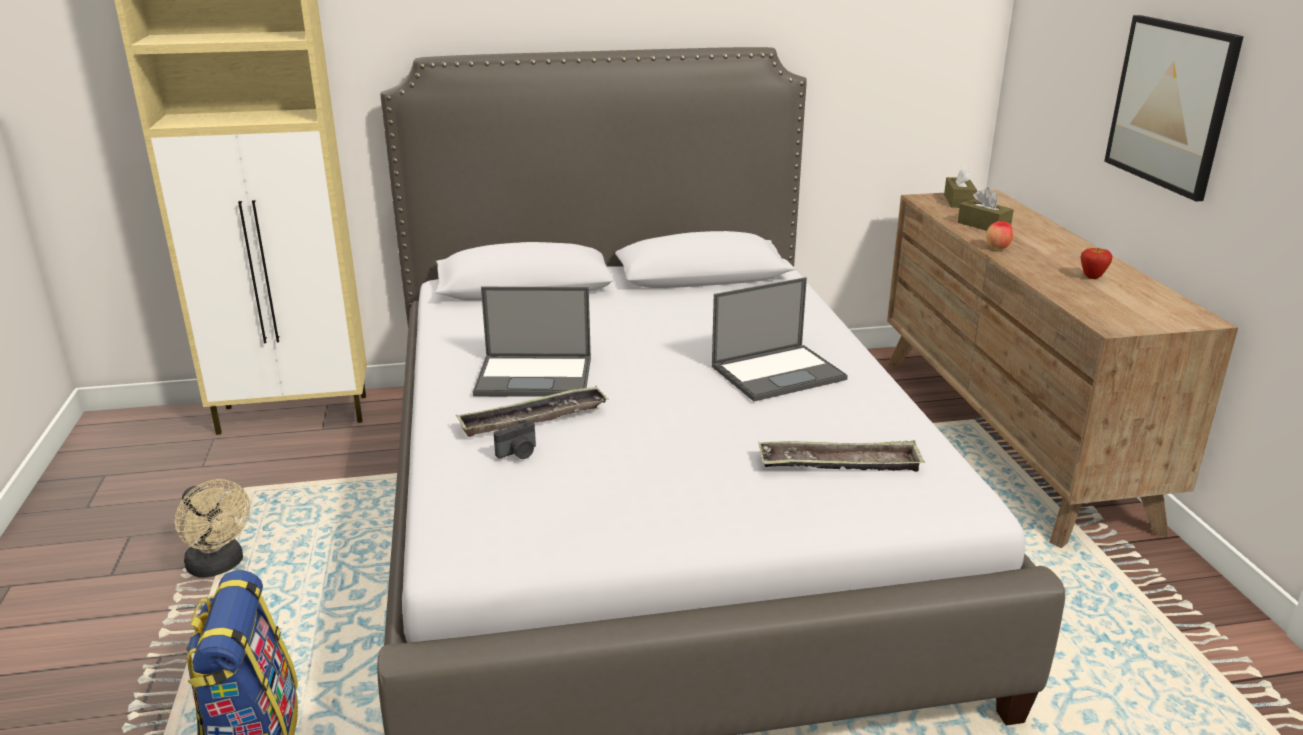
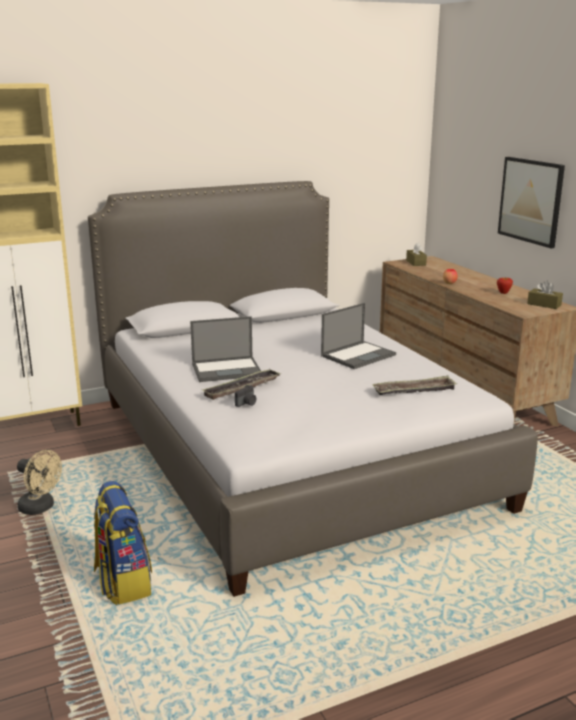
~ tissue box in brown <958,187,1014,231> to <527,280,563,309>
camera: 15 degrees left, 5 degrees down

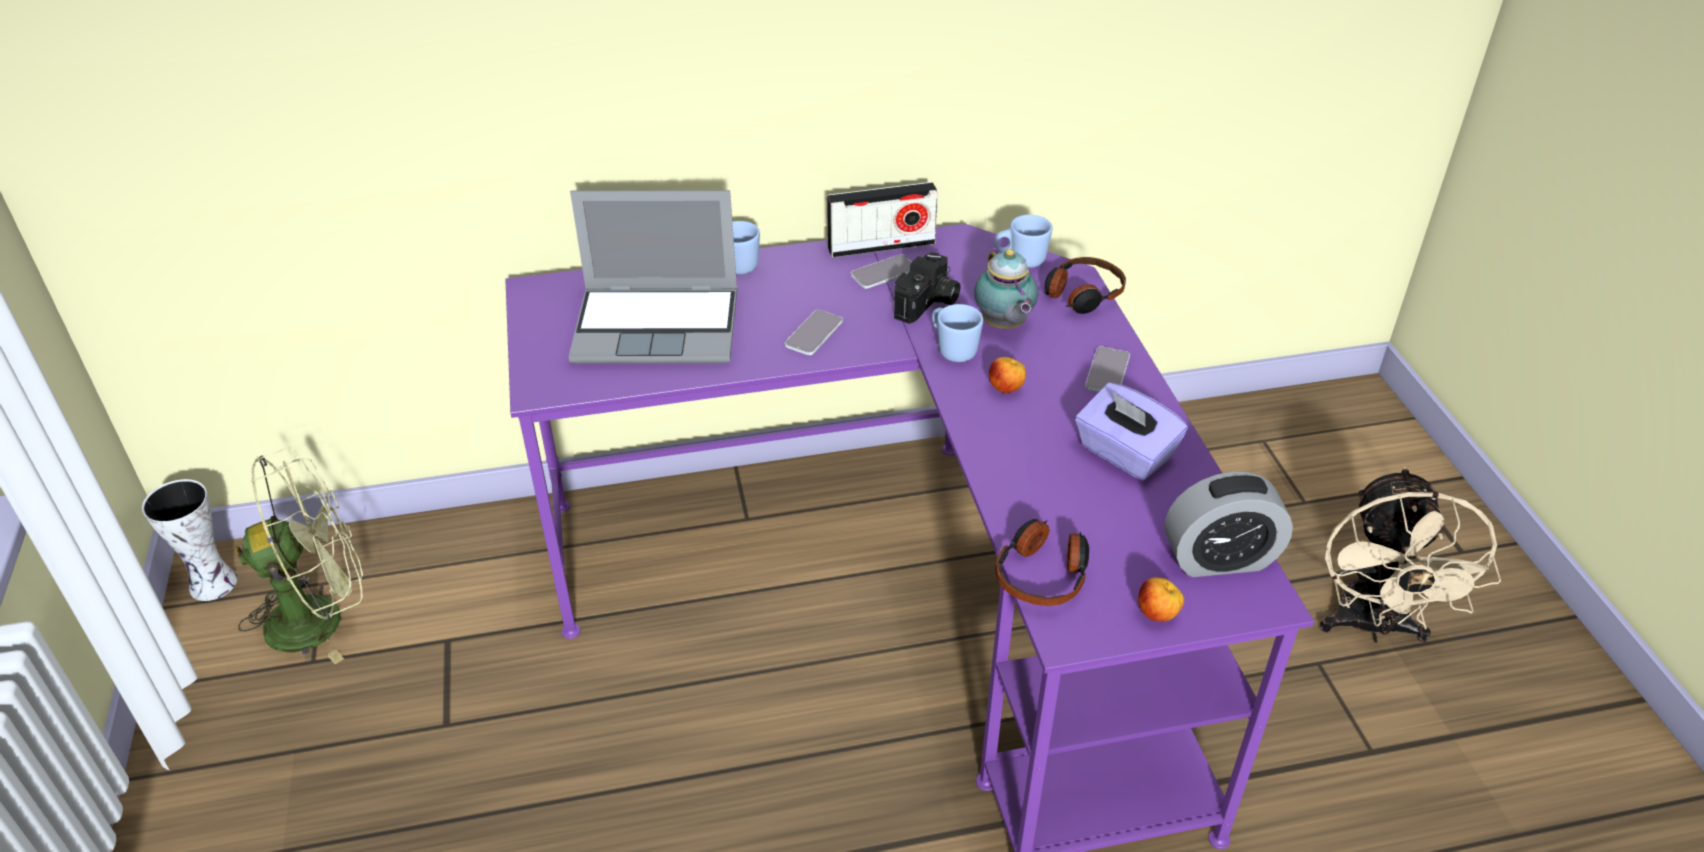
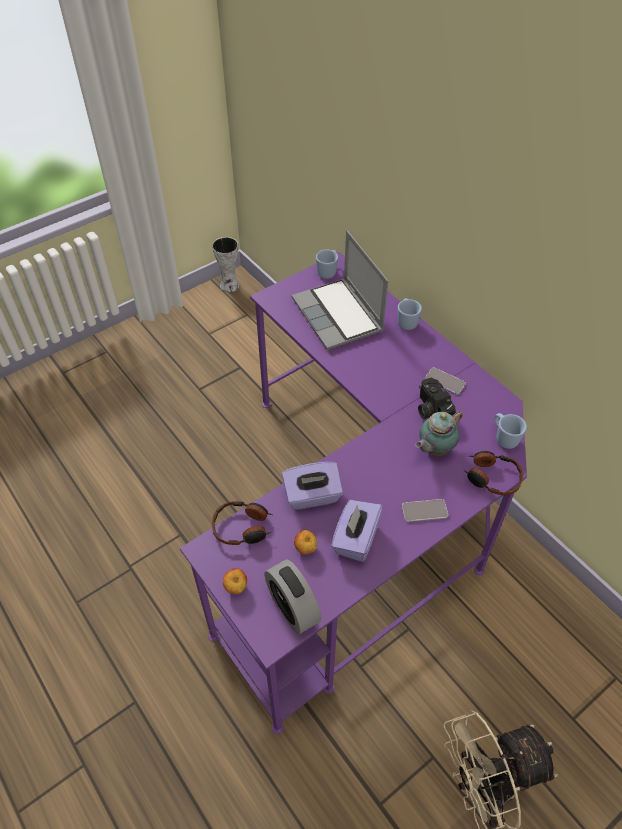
- radio <827,182,938,258>
~ photo camera <894,252,960,324> = <418,378,456,419> 60 degrees clockwise
~ mug in blue <932,304,983,362> to <316,250,338,279>
- phone <785,310,843,355>
~ apple <989,357,1026,393> to <294,530,317,555>
- fan in green <234,447,363,664>
+ tissue box in purple <282,462,343,510>
camera: 65 degrees right, 10 degrees up

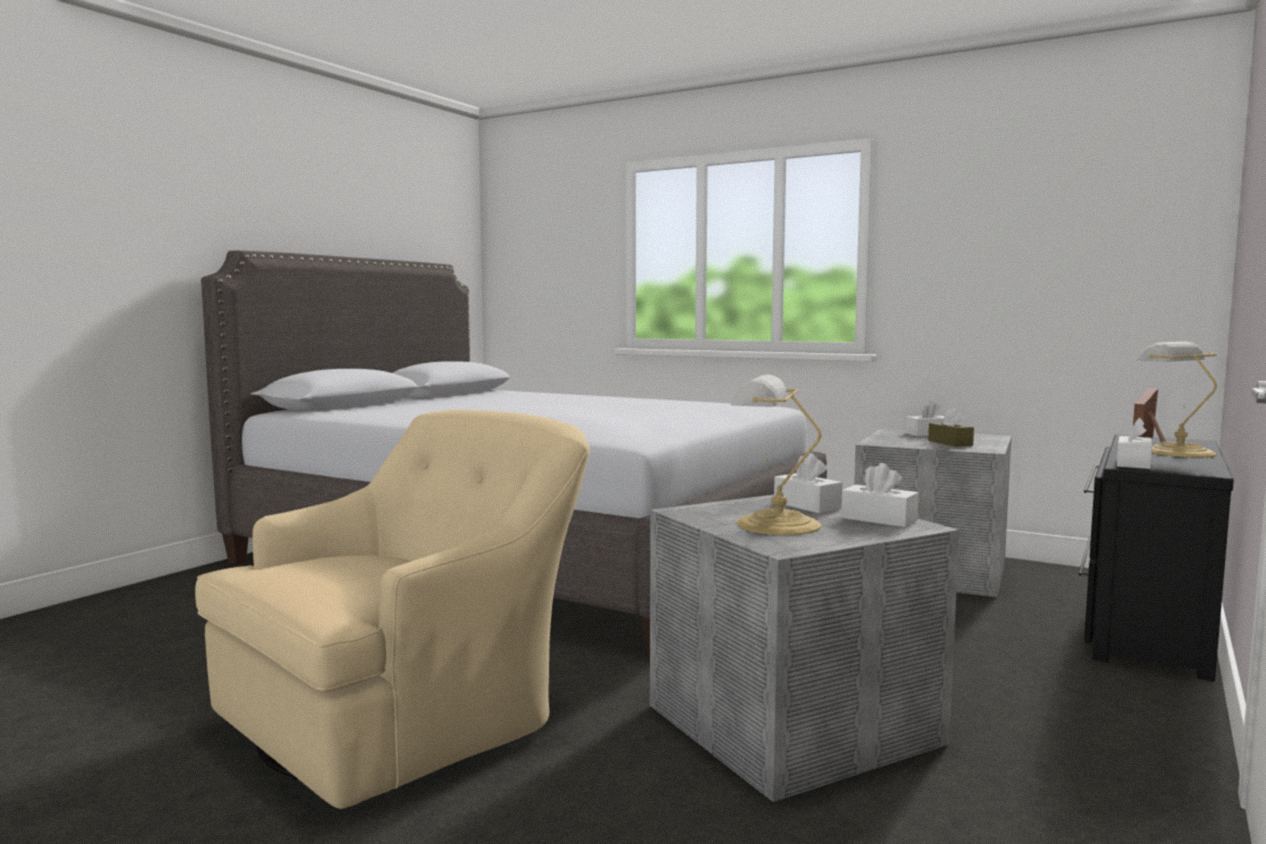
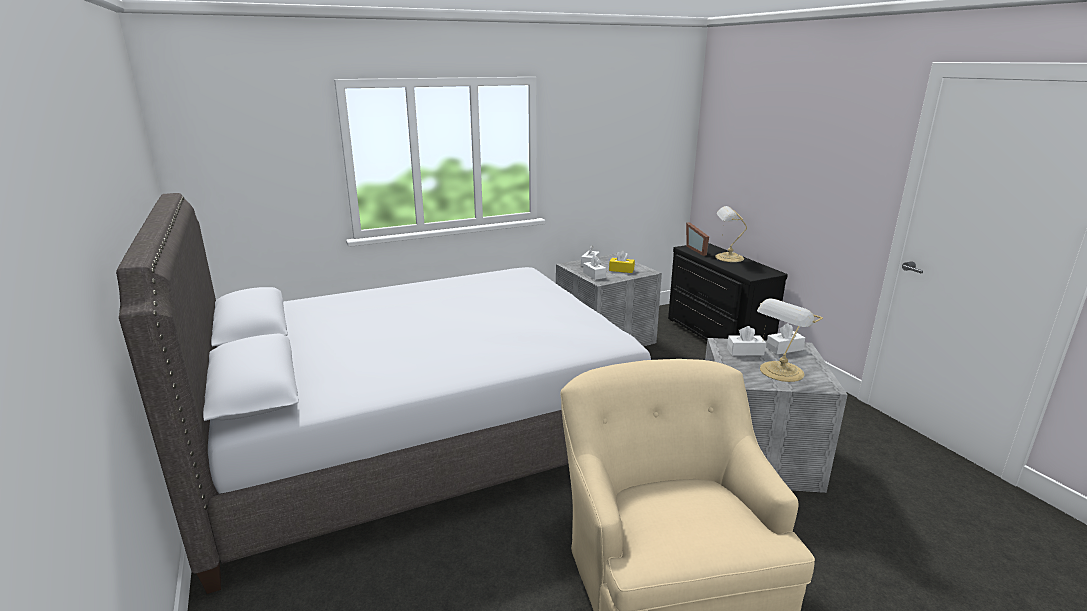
~ tissue box in brown <928,407,974,447> to tissue box in yellow <609,251,635,273>
~ tissue box in white <1117,418,1152,469> to <583,256,606,280>
camera: 55 degrees left, 15 degrees up

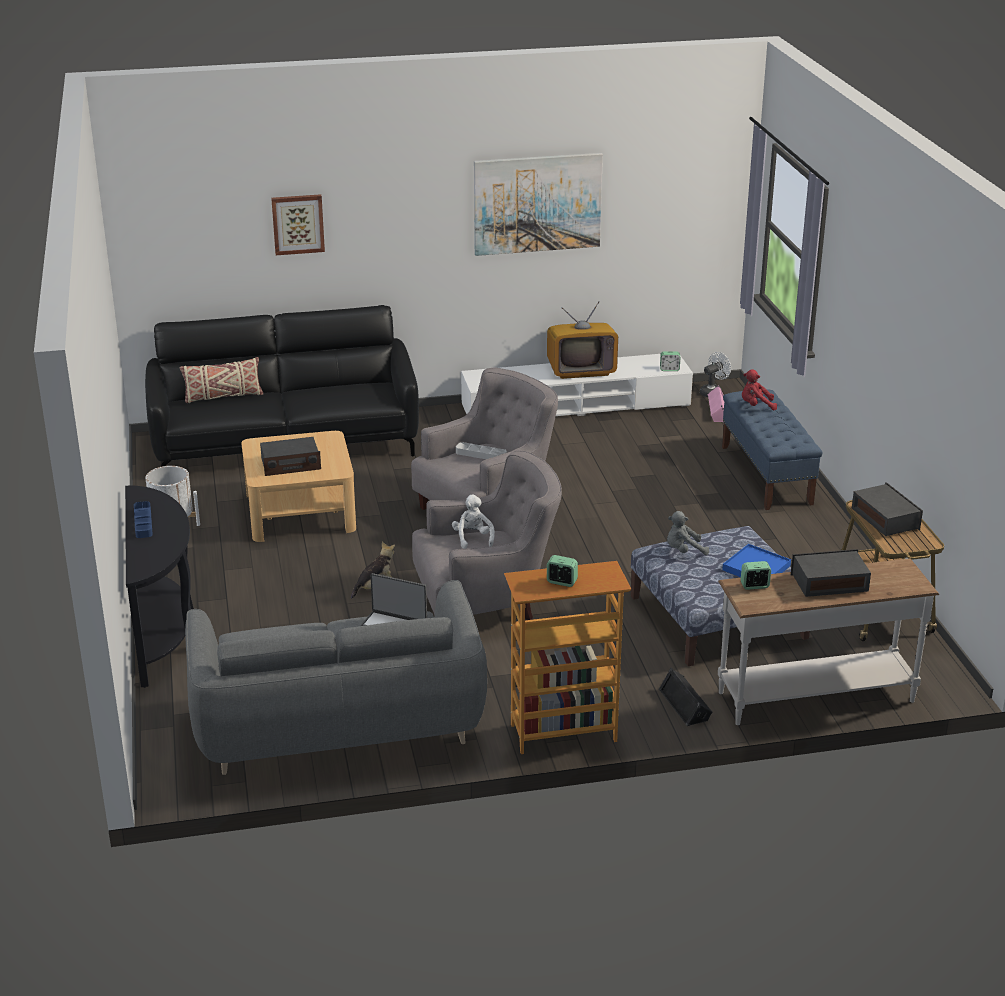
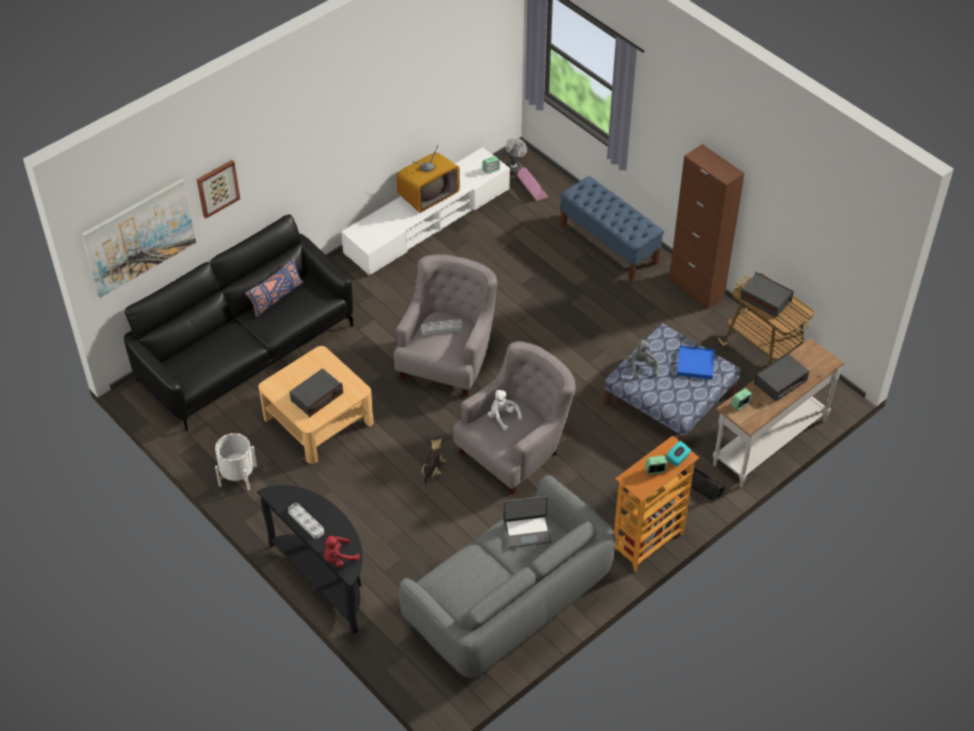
~ picture <474,153,603,256> to <82,178,196,298>
- pillow in beige <180,357,263,403>
~ plush toy in red <742,369,777,410> to <323,536,360,568>
~ tray in blue <134,501,153,538> to tray in grey <288,503,324,539>
~ plush toy in grey <667,511,709,555> = <627,339,658,380> 120 degrees clockwise
+ cabinet in brown <669,144,744,309>
+ pillow in blue <245,258,304,317>
+ tissue box in turquoise <666,441,691,467>
camera: 30 degrees left, 20 degrees up

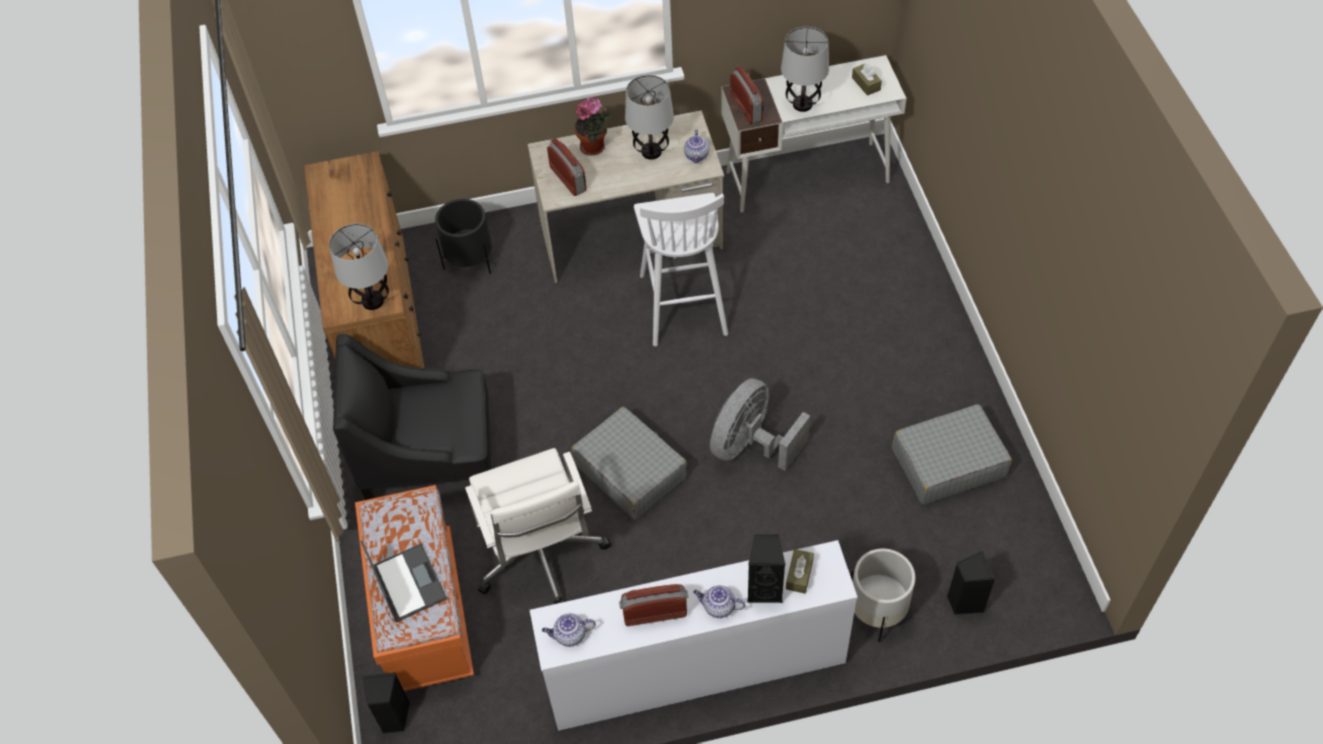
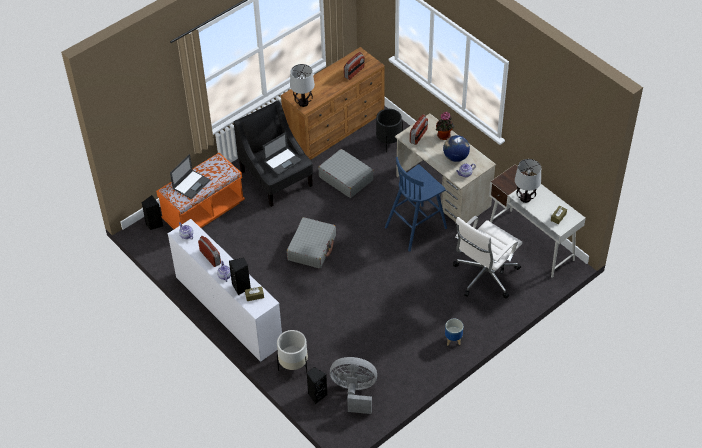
~ radio <730,66,763,124> to <344,52,365,80>
~ table lamp <625,75,674,160> to globe <443,135,470,162>
~ stool in white <634,193,728,346> to stool in blue <385,157,447,252>
~ fan in grey <710,378,810,471> to <330,357,377,414>
~ suitcase in grey <892,404,1012,505> to <318,149,374,198>
~ office chair in white <465,448,611,604> to <453,216,523,298>
+ laptop <263,132,302,175>
+ planter <445,319,463,345>
camera: 60 degrees right, 5 degrees down

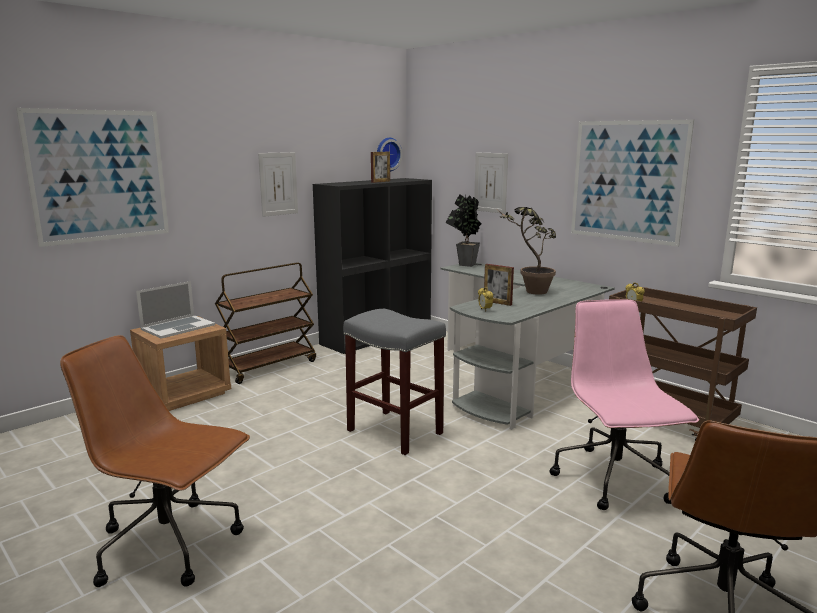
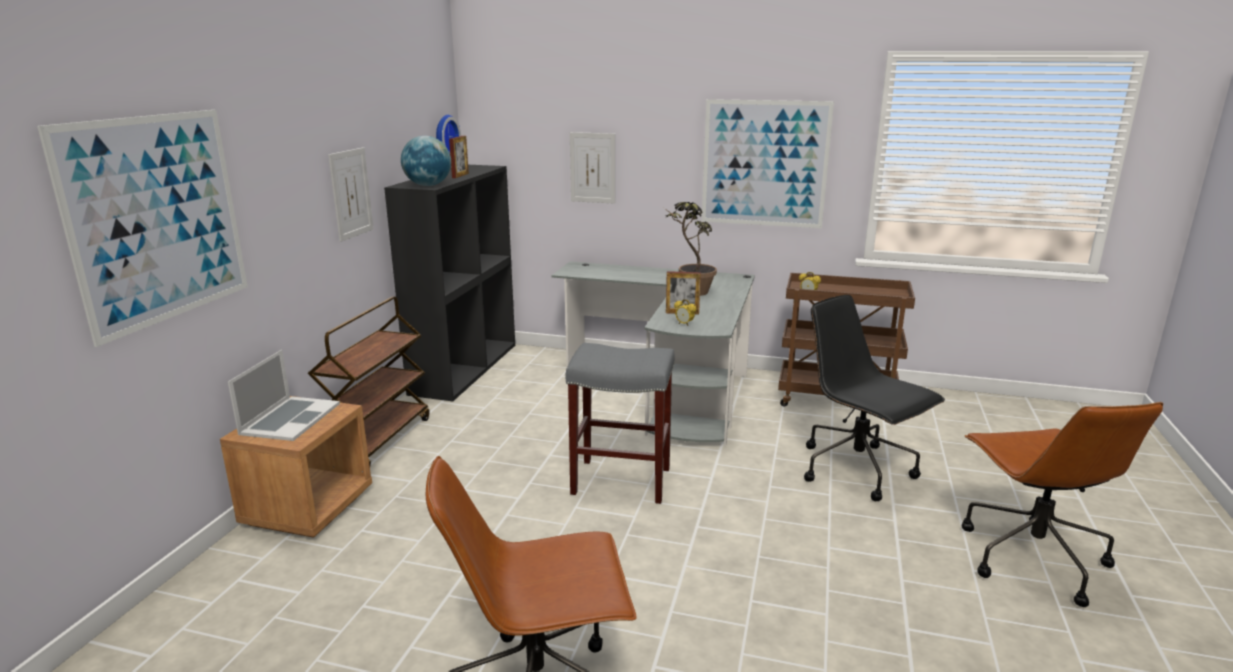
- potted plant <446,194,482,267>
~ office chair in pink <549,299,699,510> to office chair in black <804,295,945,501>
+ globe <401,136,451,186>
camera: 30 degrees left, 5 degrees up

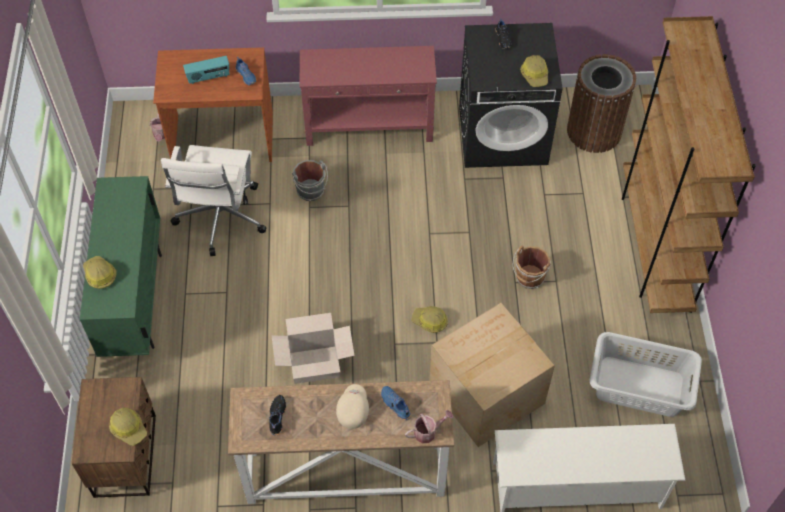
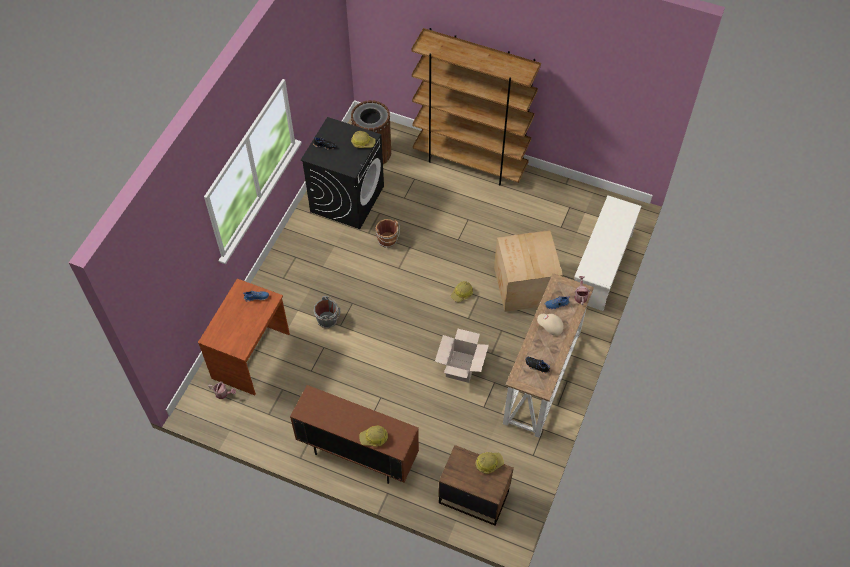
- console table in red <300,46,437,146>
- radio <183,56,229,84>
- office chair in white <161,145,266,256>
~ cabinet in green <80,176,162,357> to cabinet in brown <290,385,419,484>
~ bucket in brown <512,246,551,289> to <375,219,400,248>
- laundry basket in grey <590,332,702,417>
camera: 65 degrees left, 0 degrees up

